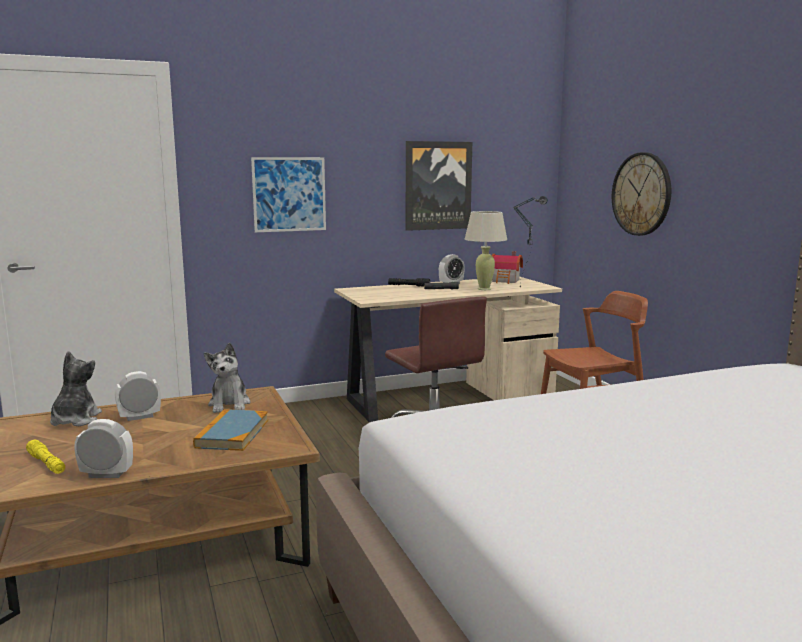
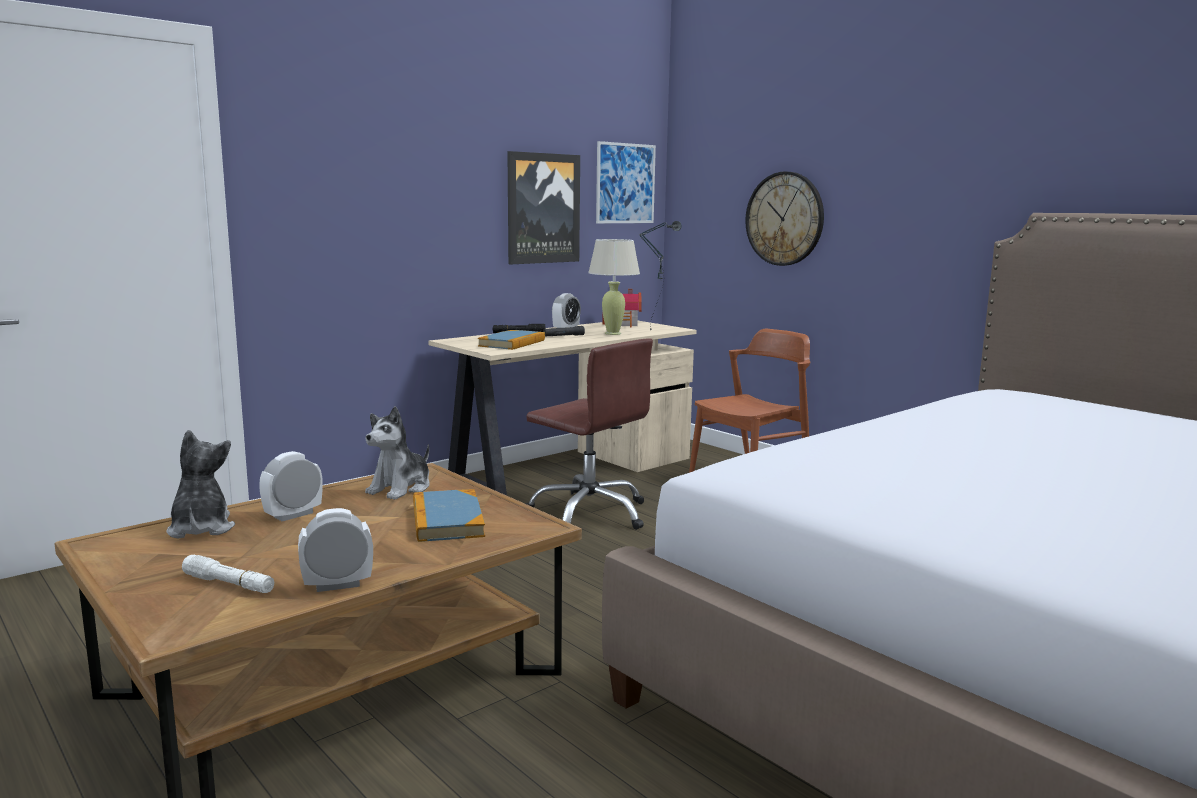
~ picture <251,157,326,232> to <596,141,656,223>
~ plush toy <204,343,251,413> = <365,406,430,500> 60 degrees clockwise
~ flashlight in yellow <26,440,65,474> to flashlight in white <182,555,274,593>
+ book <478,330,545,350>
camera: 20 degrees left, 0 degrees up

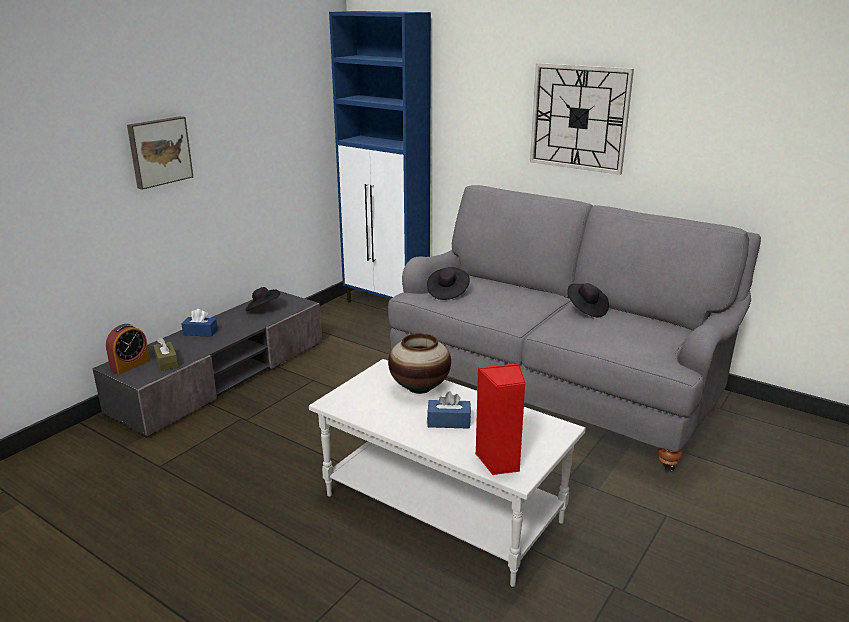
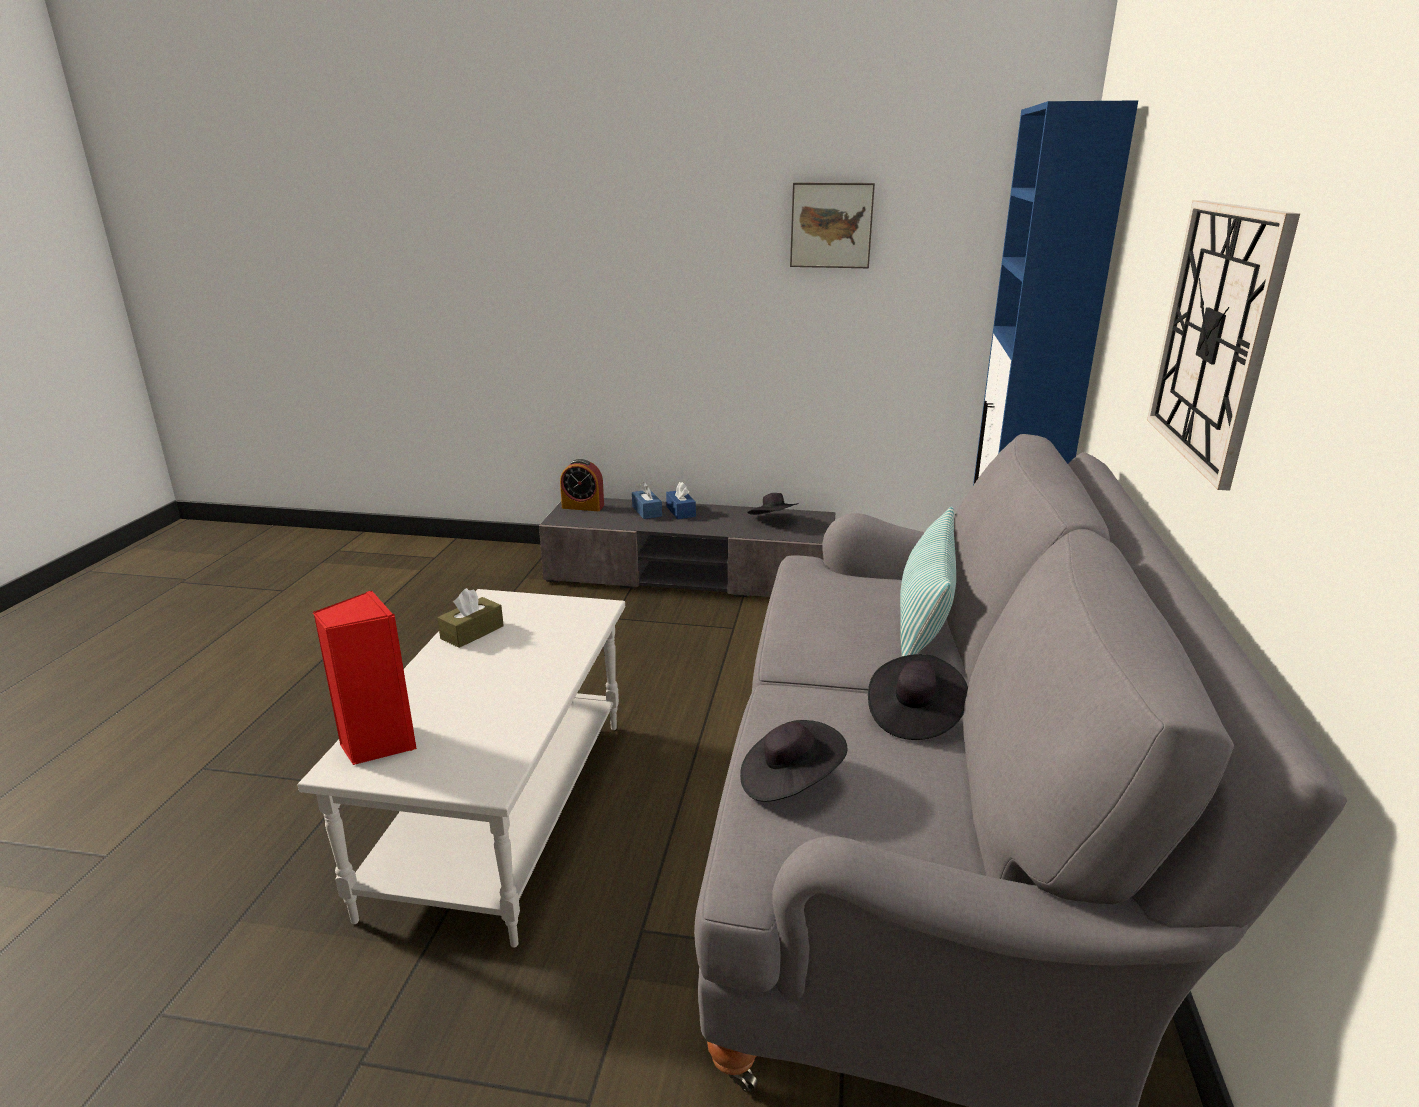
~ picture <127,116,193,190> to <790,183,875,268>
~ hat in black <427,267,470,300> to <740,720,848,802>
- vase <388,333,451,394>
~ tissue box in brown <153,338,178,371> to <437,588,504,648>
~ tissue box in blue <427,391,471,429> to <632,482,662,519>
+ pillow <900,506,956,656>
camera: 65 degrees right, 0 degrees up

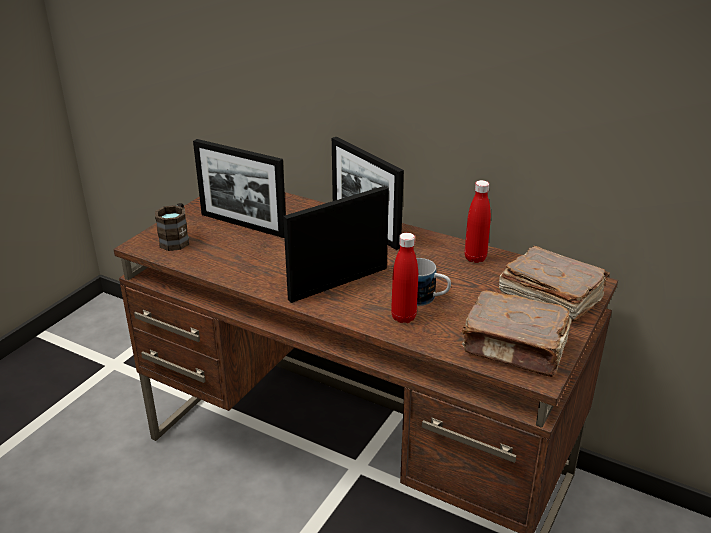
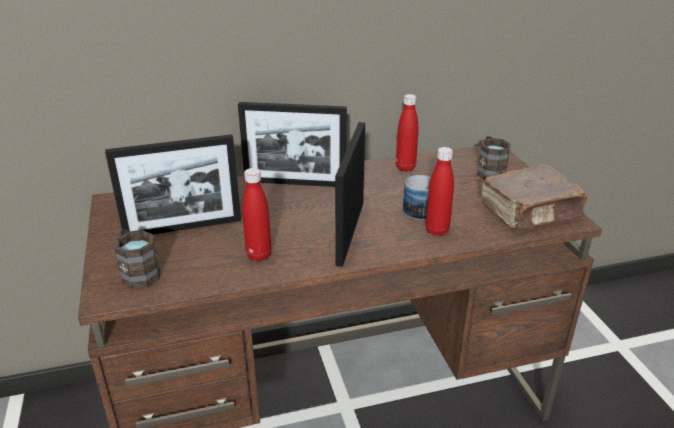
~ book in brown <499,246,610,322> to mug in brown <477,136,511,180>
+ bottle in red <242,168,272,262>
camera: 45 degrees left, 0 degrees up

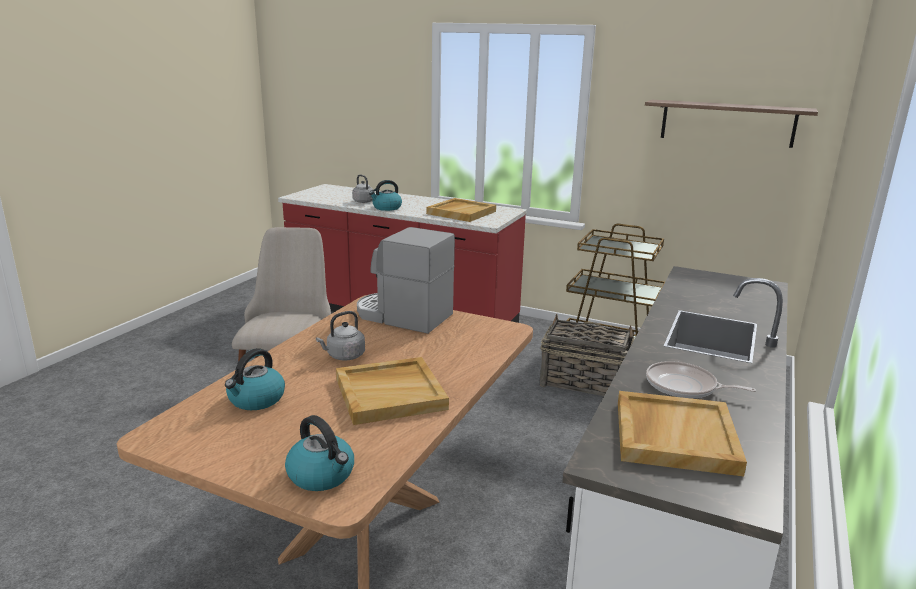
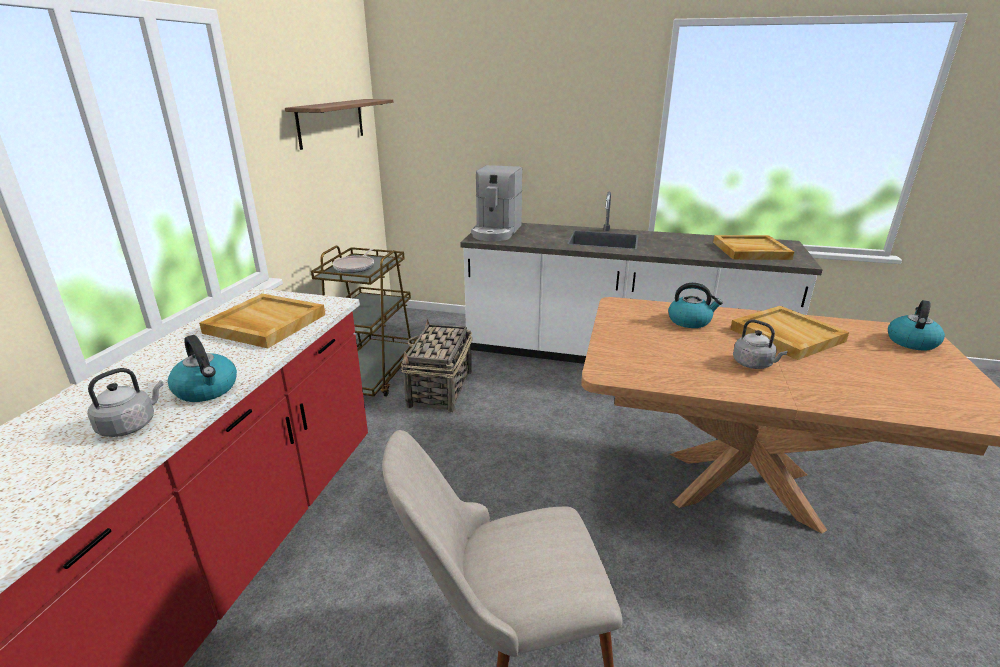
~ coffee machine <357,227,455,334> to <471,165,522,241>
~ kettle <225,348,285,410> to <668,283,722,328>
~ frying pan <646,361,756,399> to <332,249,374,273>
camera: 100 degrees left, 5 degrees up

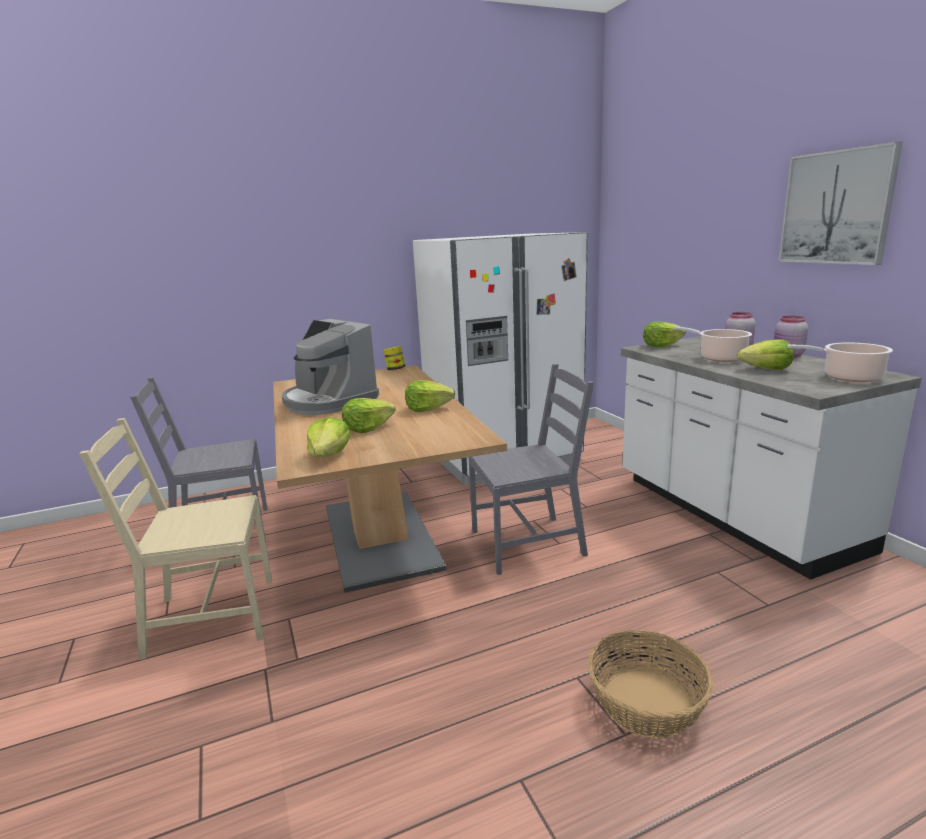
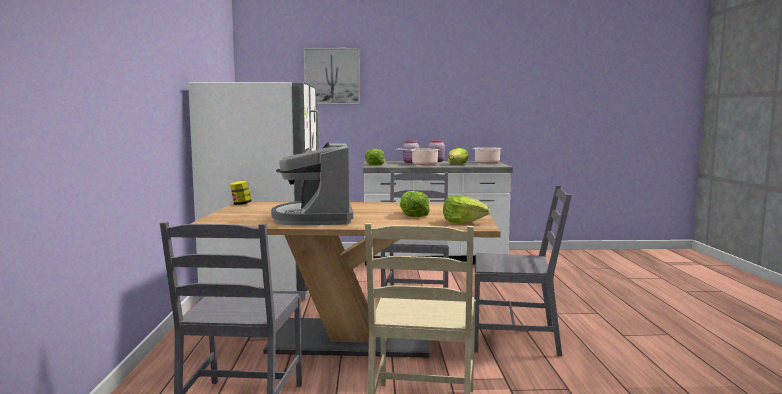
~ picture <778,142,903,265> to <304,48,360,104>
~ coffee machine <282,319,379,415> = <271,143,353,226> 105 degrees clockwise
- lettuce <405,380,455,412>
- basket <588,630,714,739>
+ chair in grey <474,185,572,356>
camera: 70 degrees left, 10 degrees down

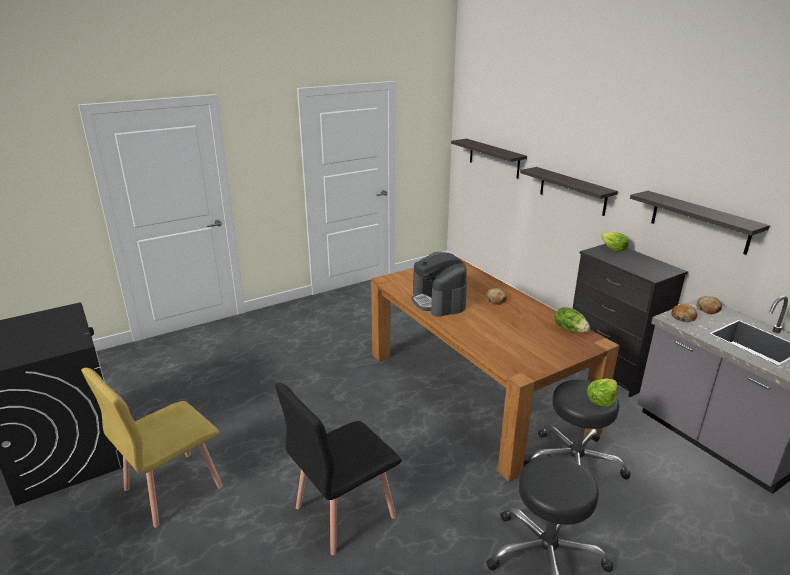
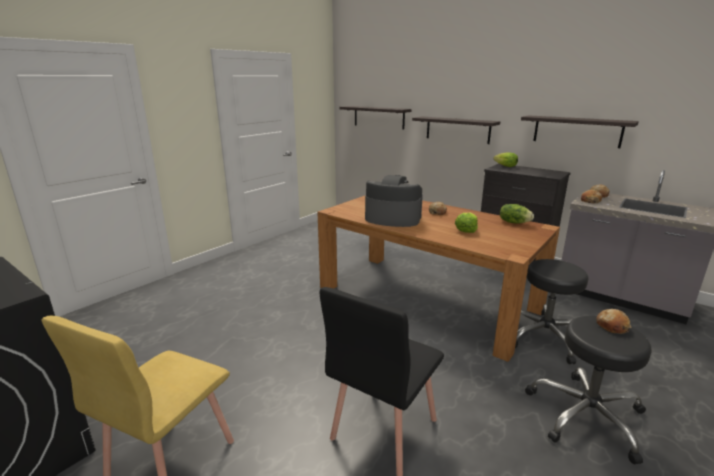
~ coffee machine <412,252,467,317> = <365,175,423,227> 150 degrees clockwise
~ lettuce <587,378,617,408> to <455,213,478,233>
+ bread <596,309,632,334>
camera: 20 degrees left, 5 degrees down

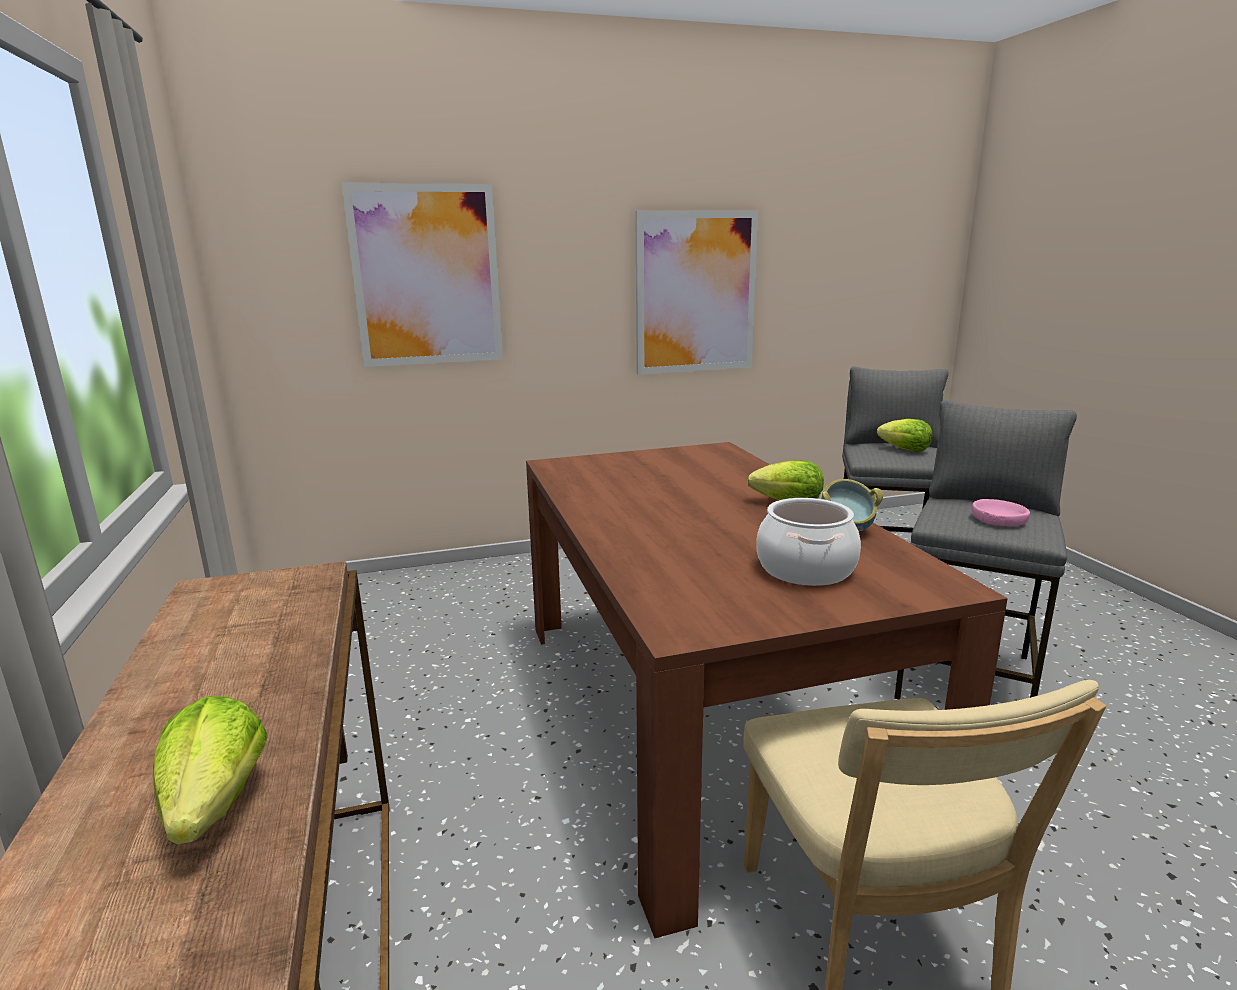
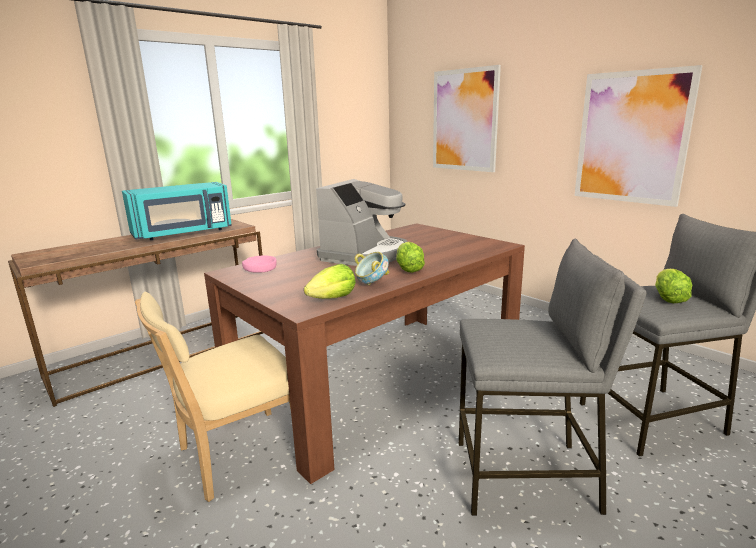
- cooking pot <756,498,861,586>
~ bowl in pink <972,499,1030,526> to <242,255,276,273>
~ lettuce <153,696,268,845> to <304,264,356,299>
+ coffee machine <316,179,408,266>
+ microwave in turquoise <122,182,232,240>
camera: 65 degrees right, 0 degrees up

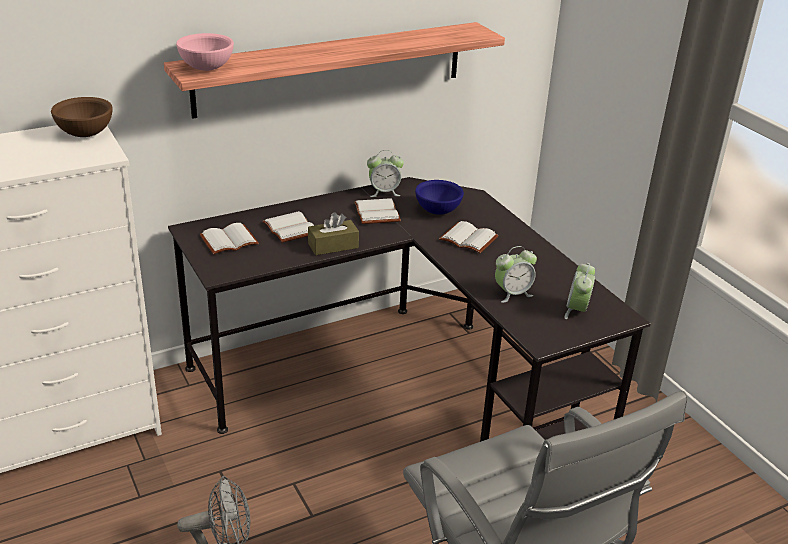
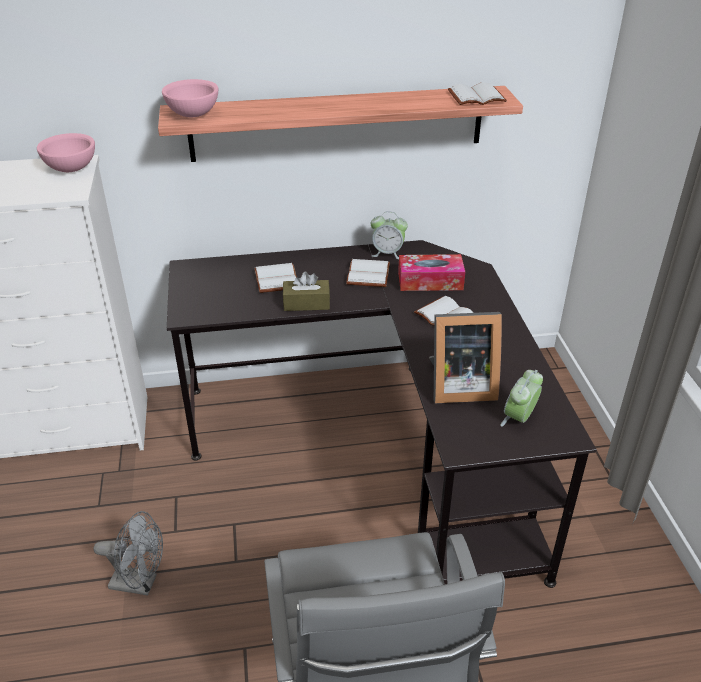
~ bowl in brown <51,97,113,137> to bowl in pink <37,133,95,172>
~ bowl in blue <415,180,464,215> to tissue box <398,254,465,291>
~ book in white <200,223,259,254> to <448,82,507,105>
~ alarm clock <495,246,537,303> to picture frame <429,312,502,403>
camera: 20 degrees right, 5 degrees up

